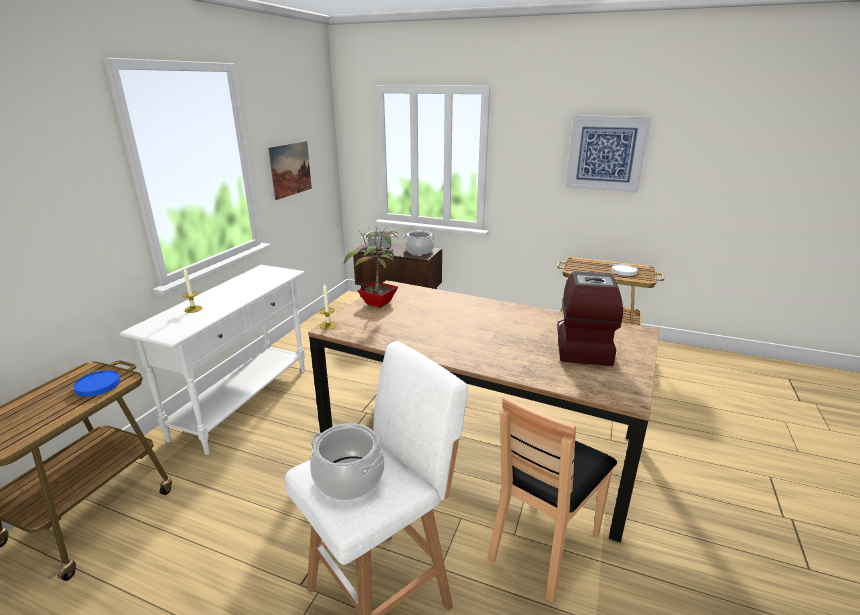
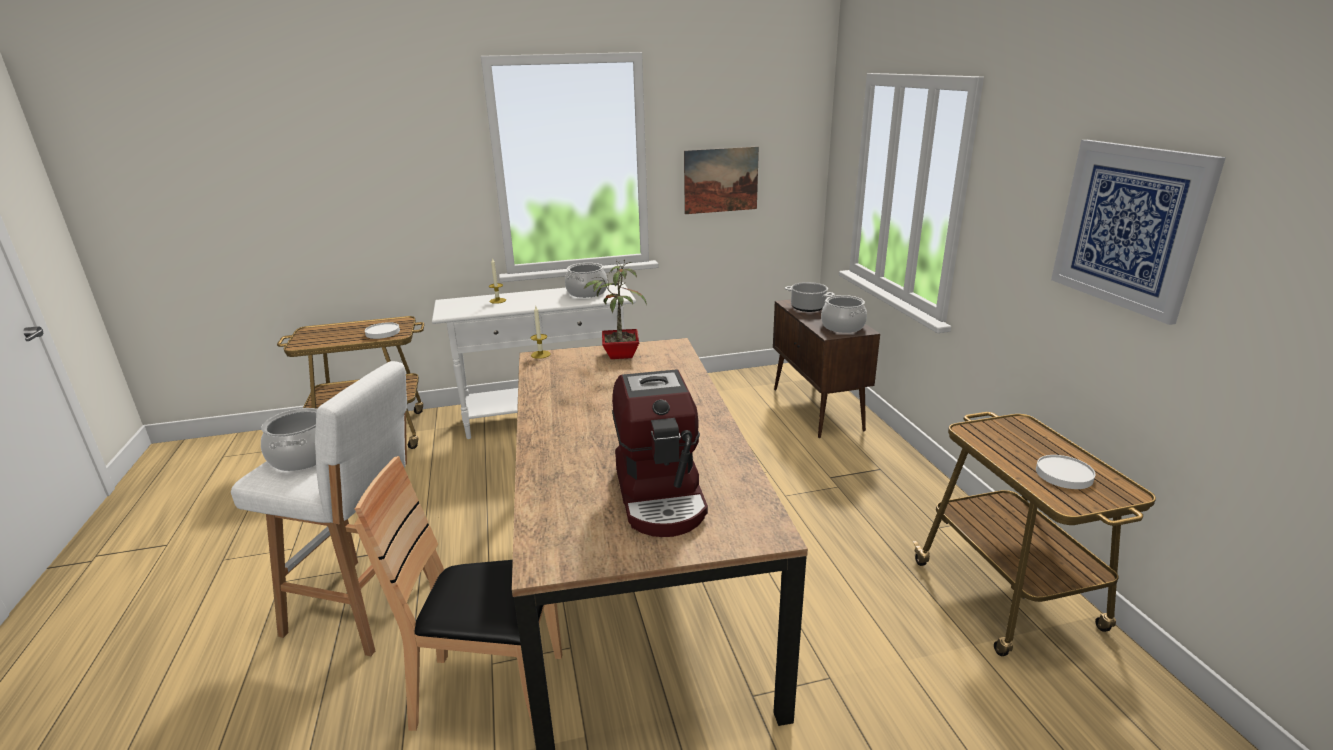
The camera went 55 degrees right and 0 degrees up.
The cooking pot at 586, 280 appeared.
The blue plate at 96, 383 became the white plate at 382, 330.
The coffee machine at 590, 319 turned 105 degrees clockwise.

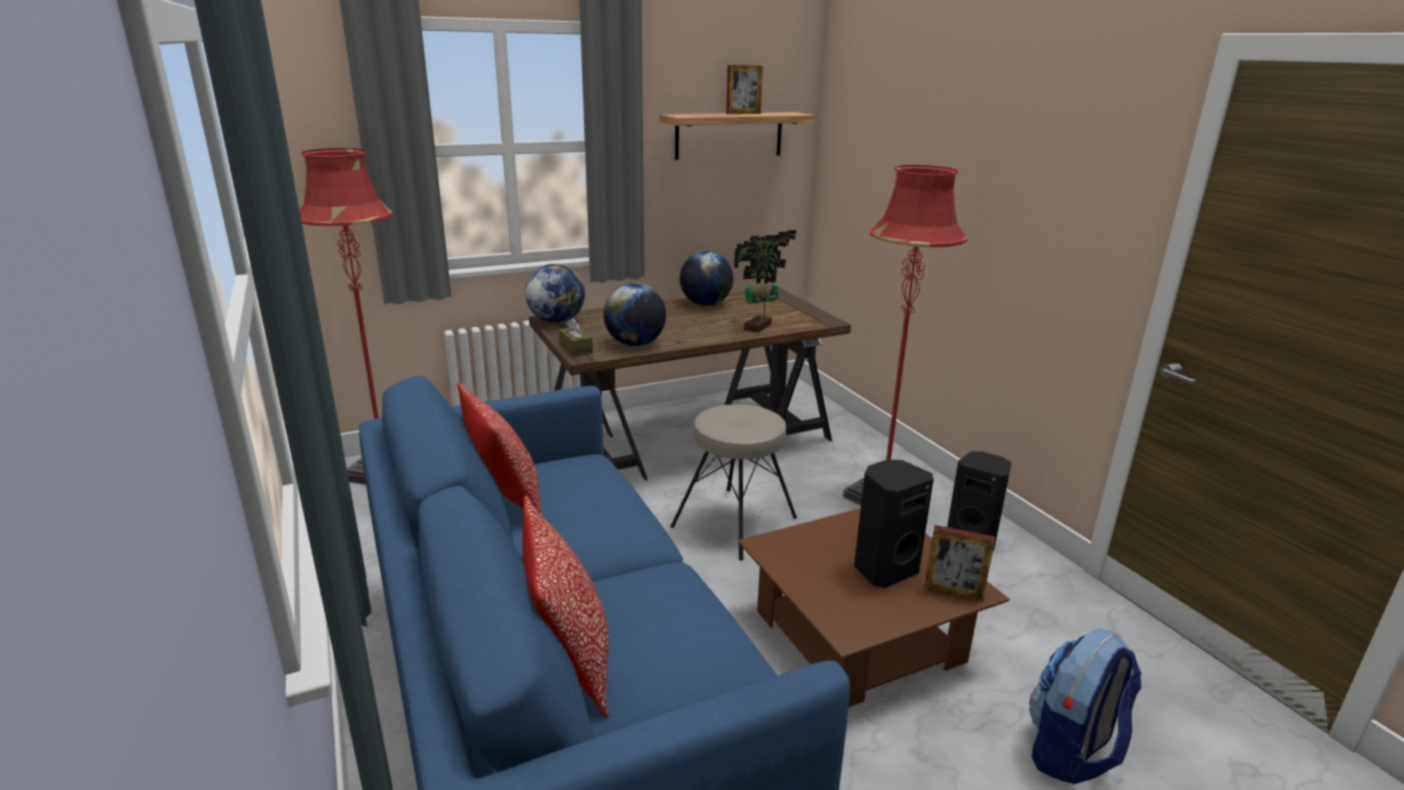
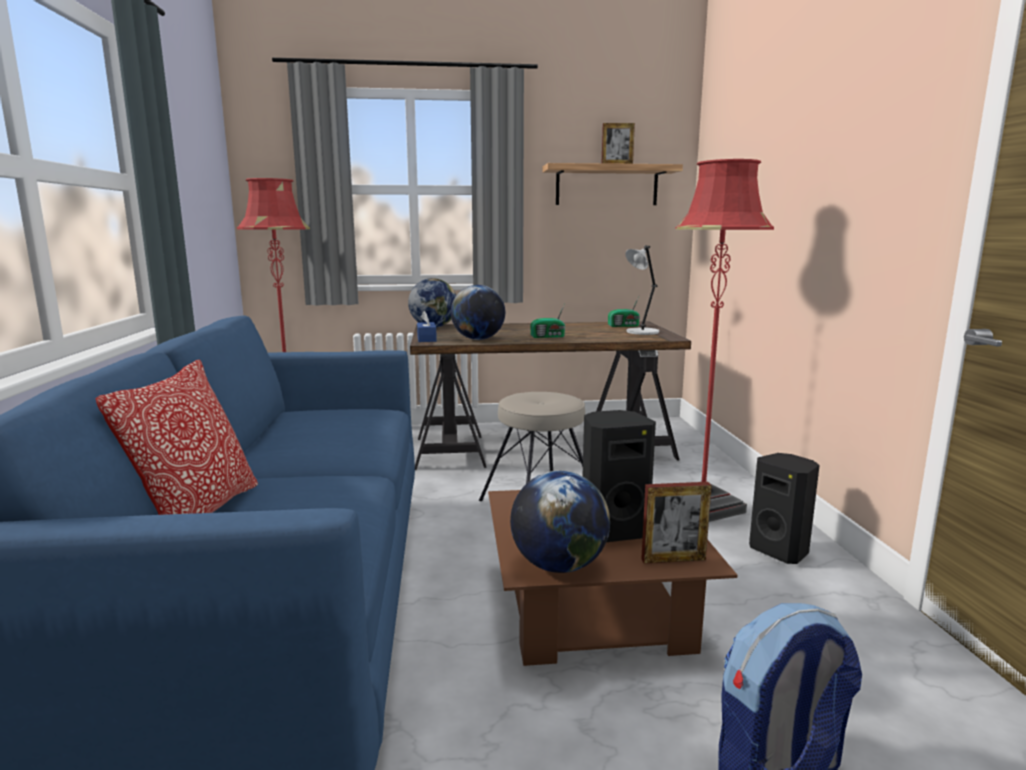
The camera went 20 degrees right and 10 degrees down.
The pillow at 500, 449 disappeared.
The potted plant at 765, 281 disappeared.
The radio at 547, 321 appeared.
The grey table lamp at 642, 290 appeared.
The globe moved from 706, 278 to 560, 522.
The brown tissue box at 576, 337 became the blue tissue box at 427, 326.
The picture frame at 959, 563 turned 45 degrees counterclockwise.

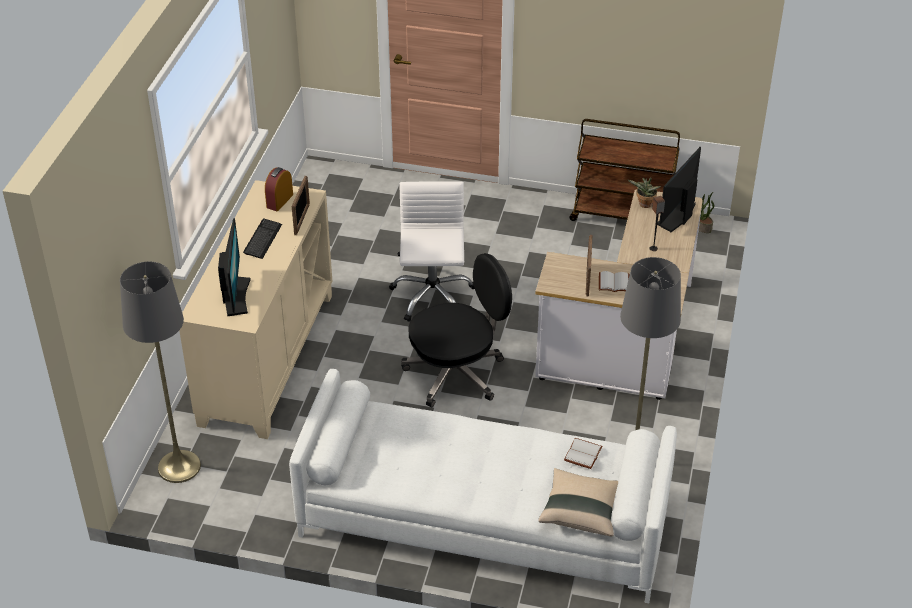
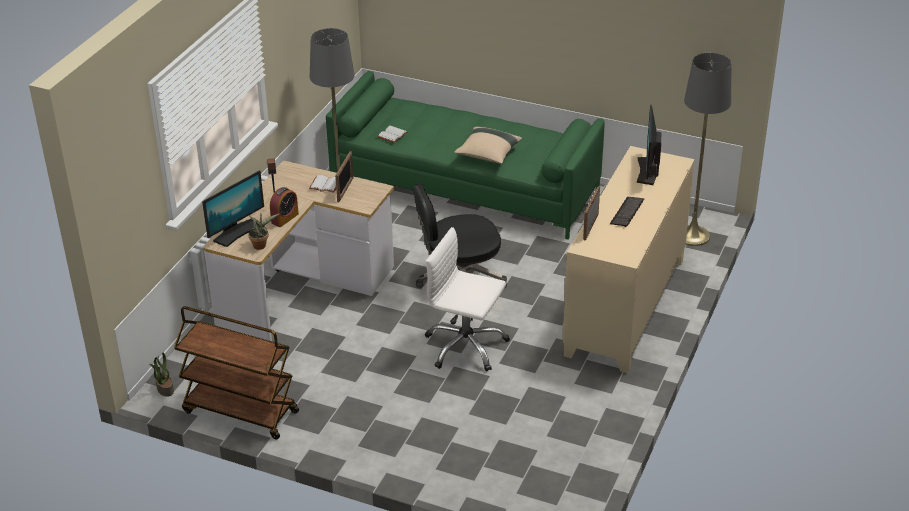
The camera went 170 degrees left and 5 degrees down.
The alarm clock moved from 279, 189 to 284, 207.
The beige pillow moved from 578, 502 to 488, 145.
The white sofa at 483, 486 became the green sofa at 465, 155.
The white office chair at 432, 251 turned 105 degrees clockwise.

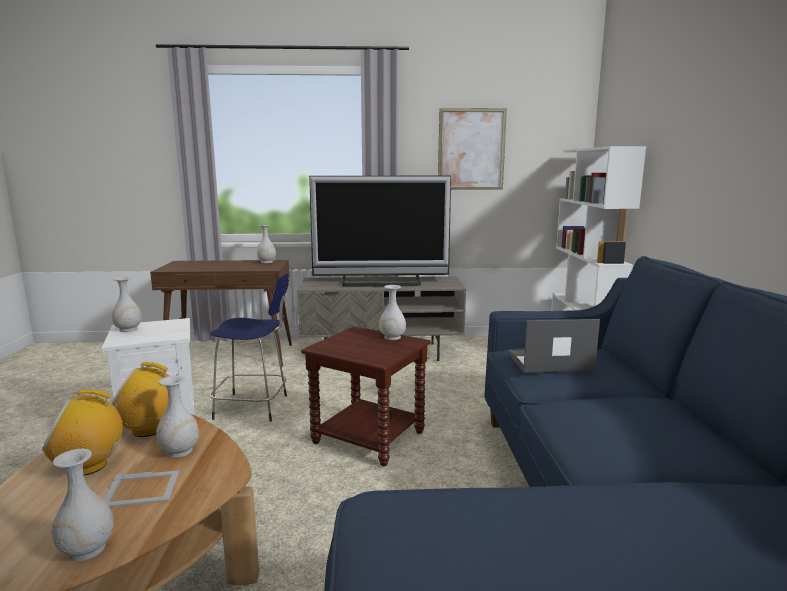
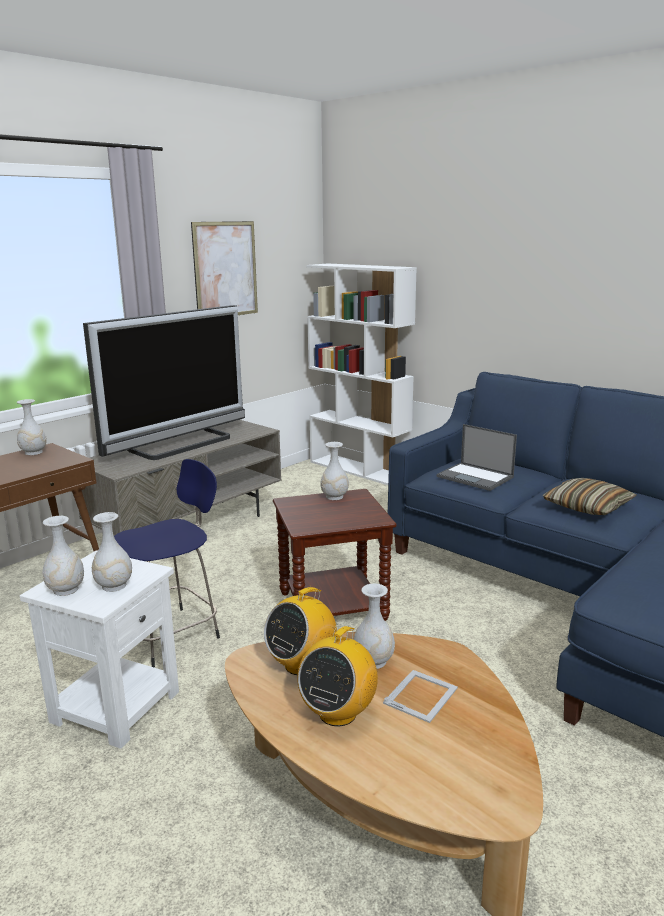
The camera went 45 degrees left and 5 degrees up.
The pillow at 590, 496 appeared.
The white vase moved from 83, 505 to 112, 552.
The laptop at 554, 346 turned 90 degrees counterclockwise.

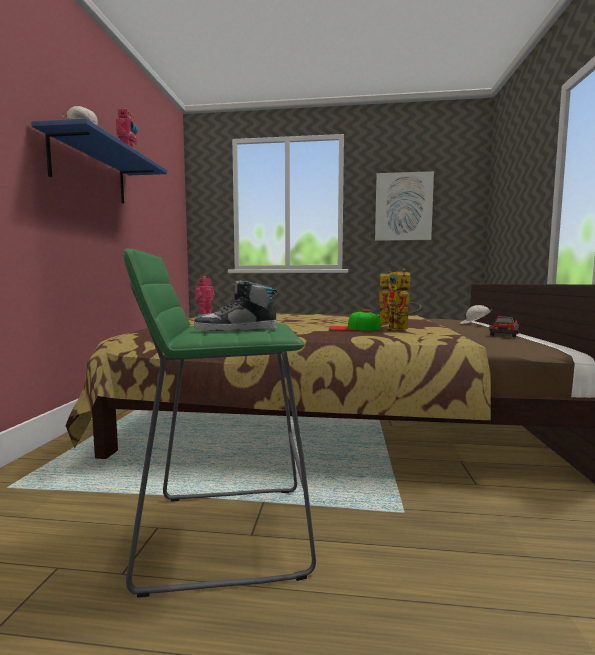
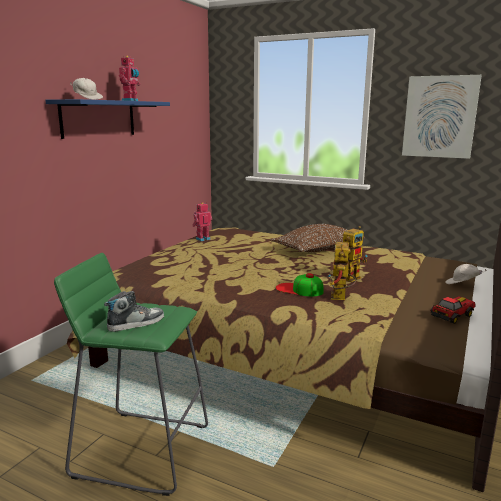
The camera went 20 degrees right and 10 degrees up.
The brown pillow at 317, 238 appeared.
The shoe at 236, 305 turned 135 degrees clockwise.

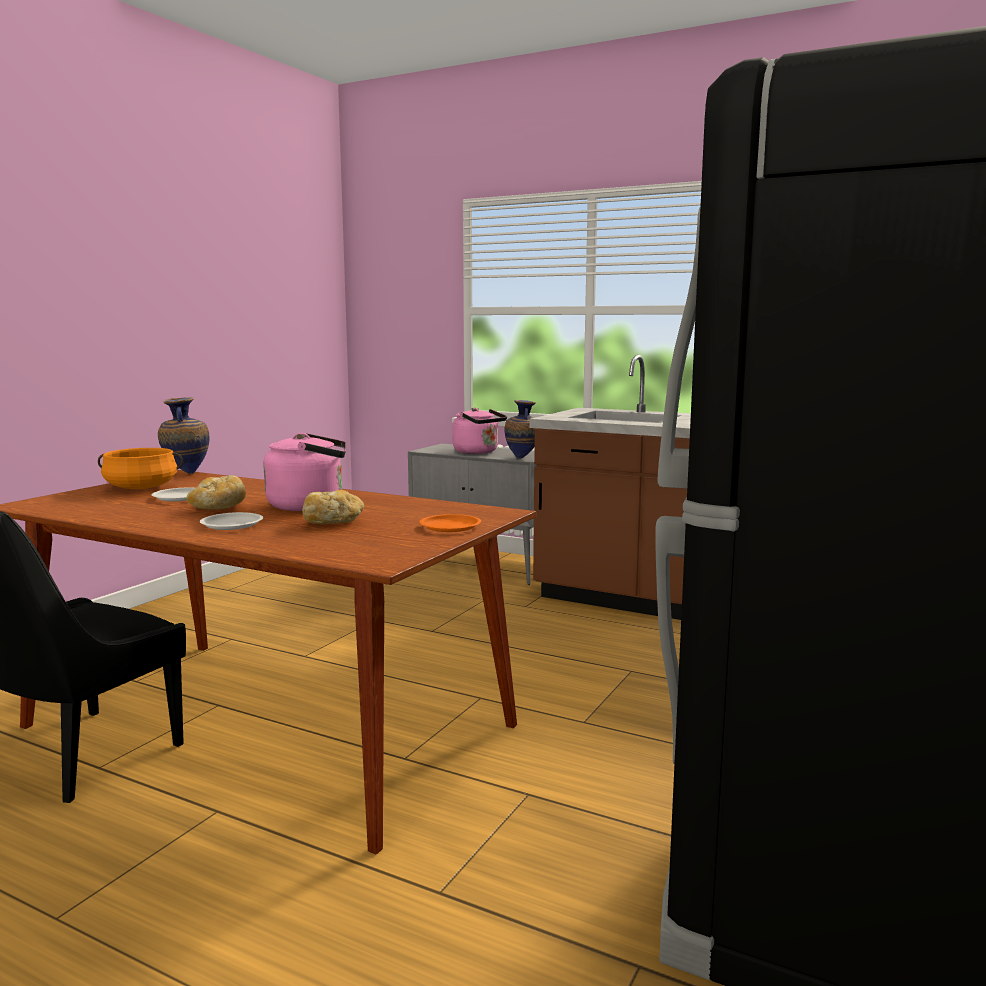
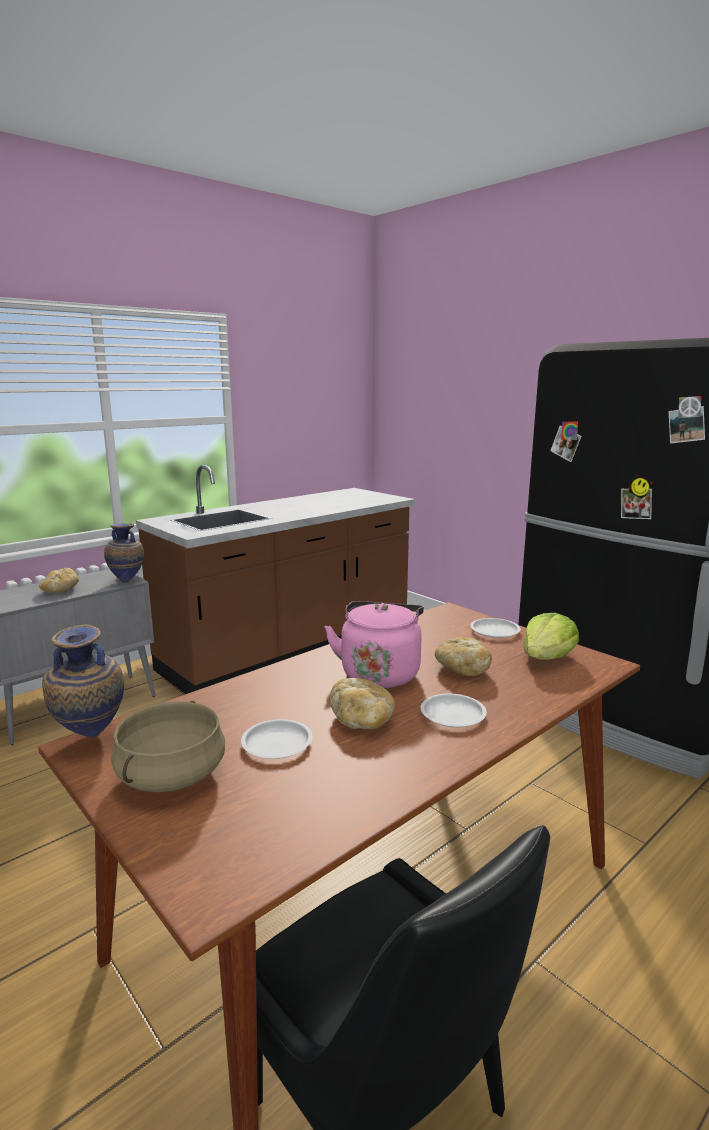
The camera went 70 degrees left and 5 degrees up.
The lettuce at 551, 636 appeared.
The pink kettle at 479, 430 was replaced by the bread at 59, 580.
The orange cooking pot at 140, 468 became the beige cooking pot at 168, 746.
The orange plate at 450, 523 became the white plate at 496, 628.

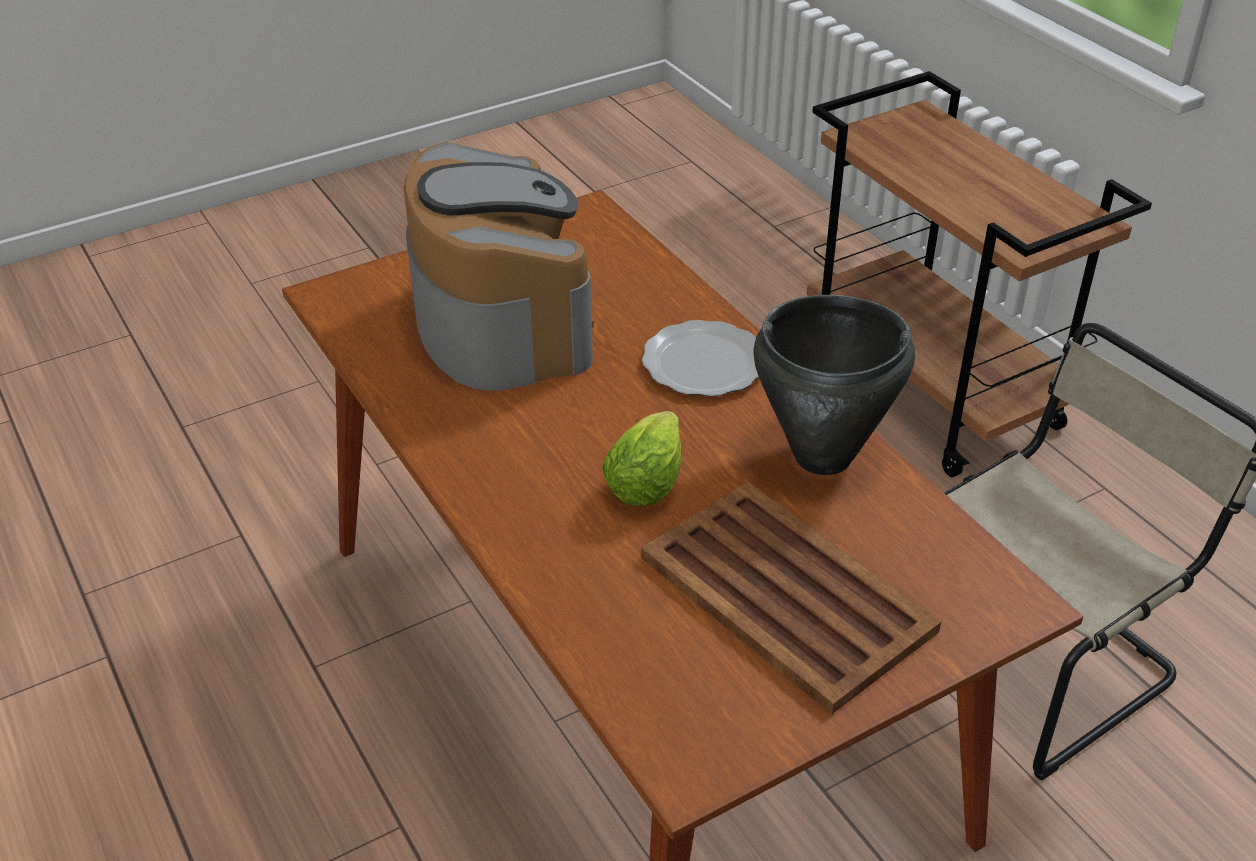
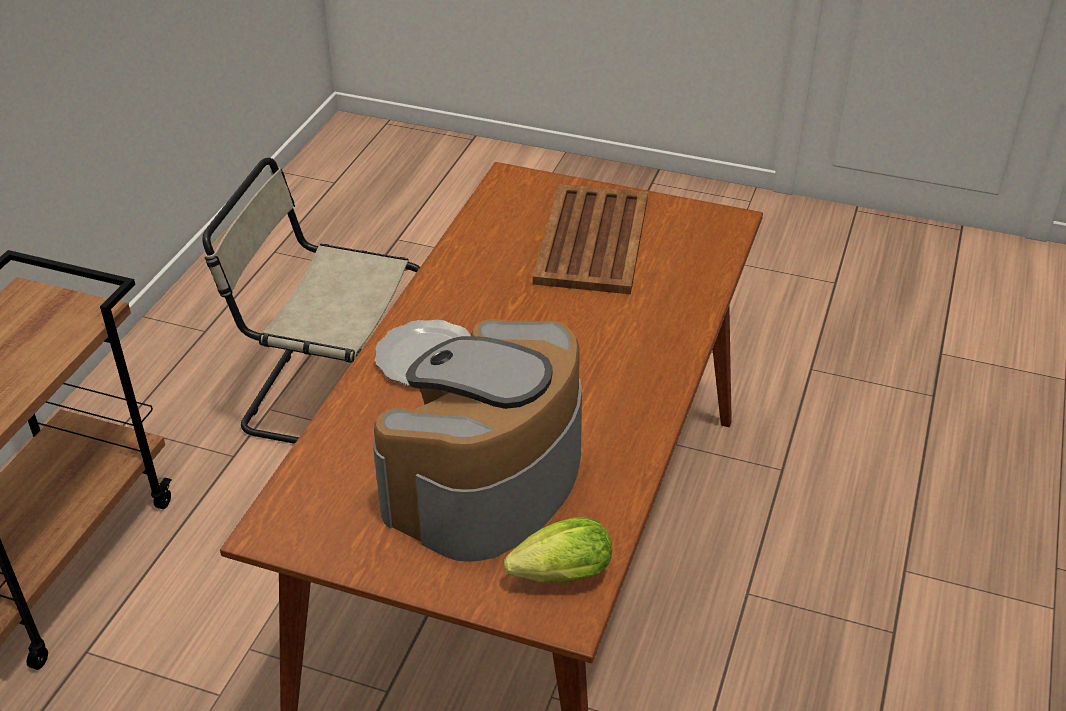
The camera went 130 degrees left and 0 degrees up.
The black cooking pot at 834, 385 disappeared.
The lettuce moved from 641, 458 to 558, 549.

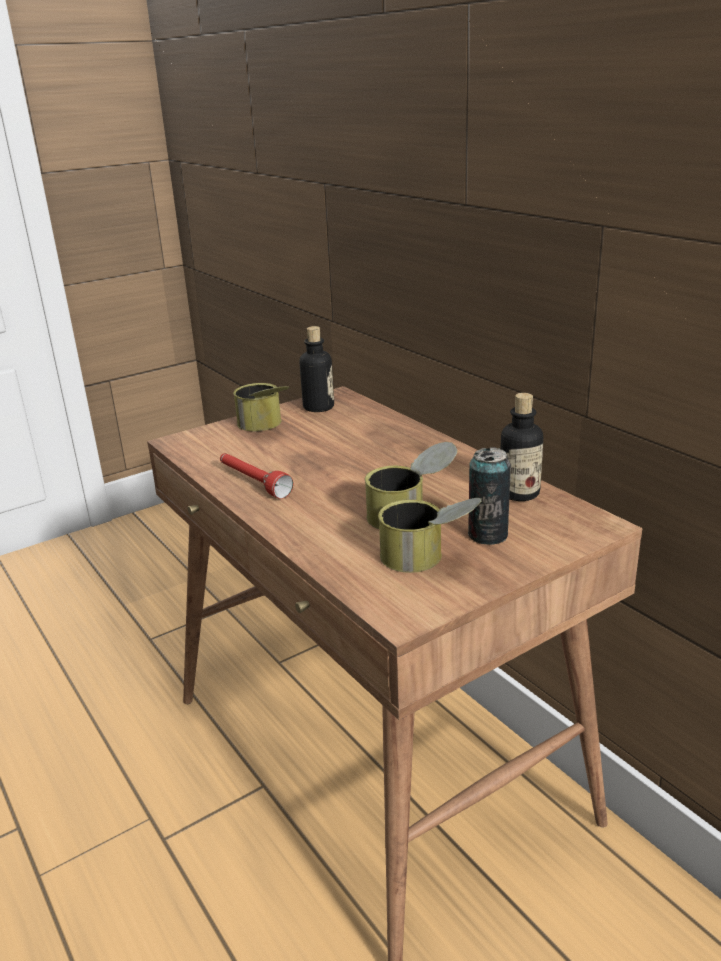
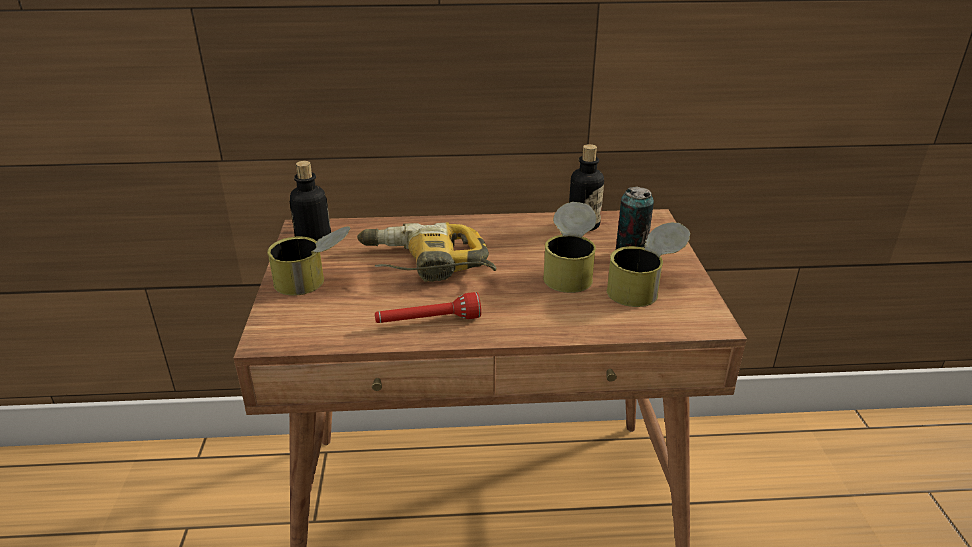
The camera went 60 degrees left and 5 degrees up.
The power drill at 427, 252 appeared.

